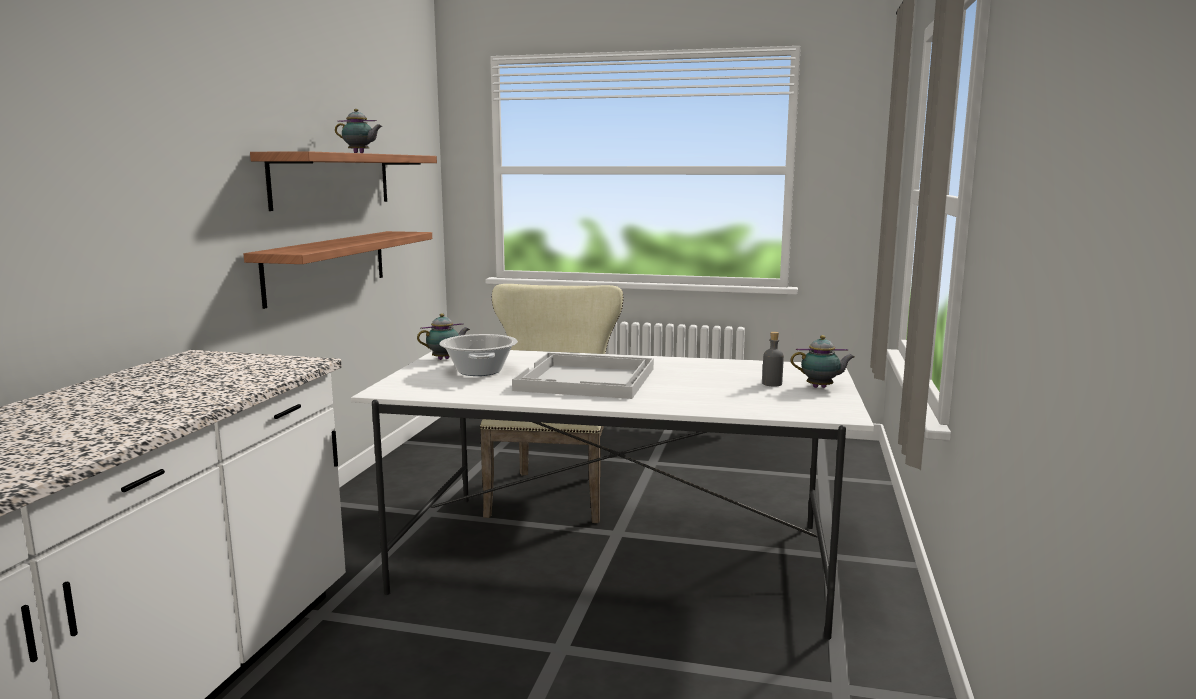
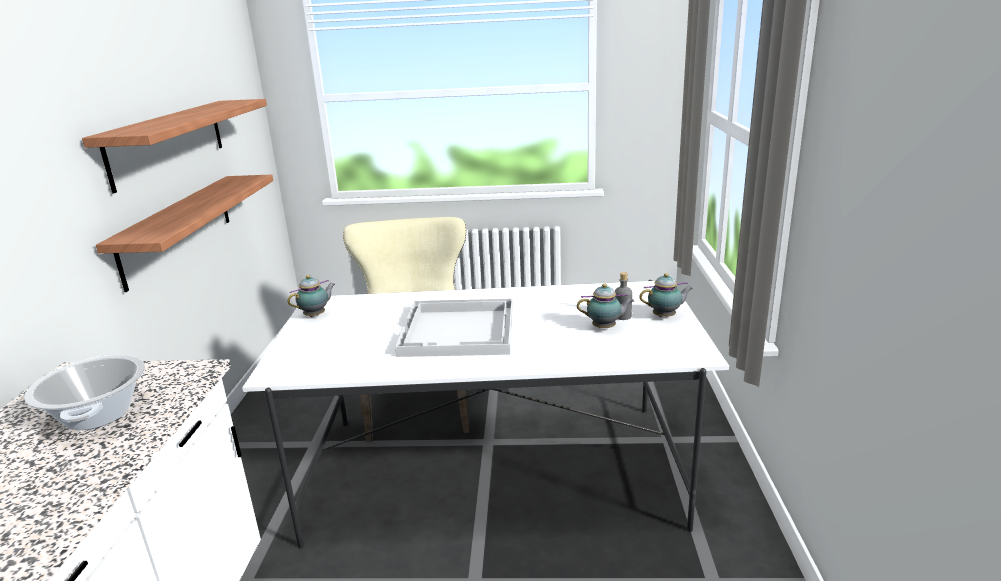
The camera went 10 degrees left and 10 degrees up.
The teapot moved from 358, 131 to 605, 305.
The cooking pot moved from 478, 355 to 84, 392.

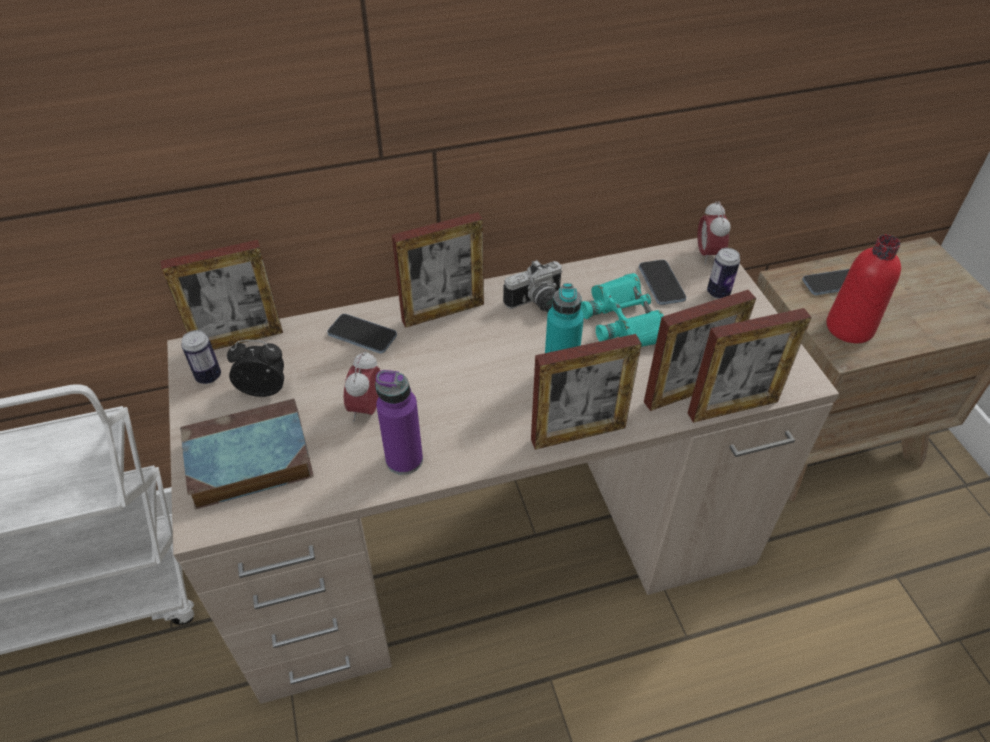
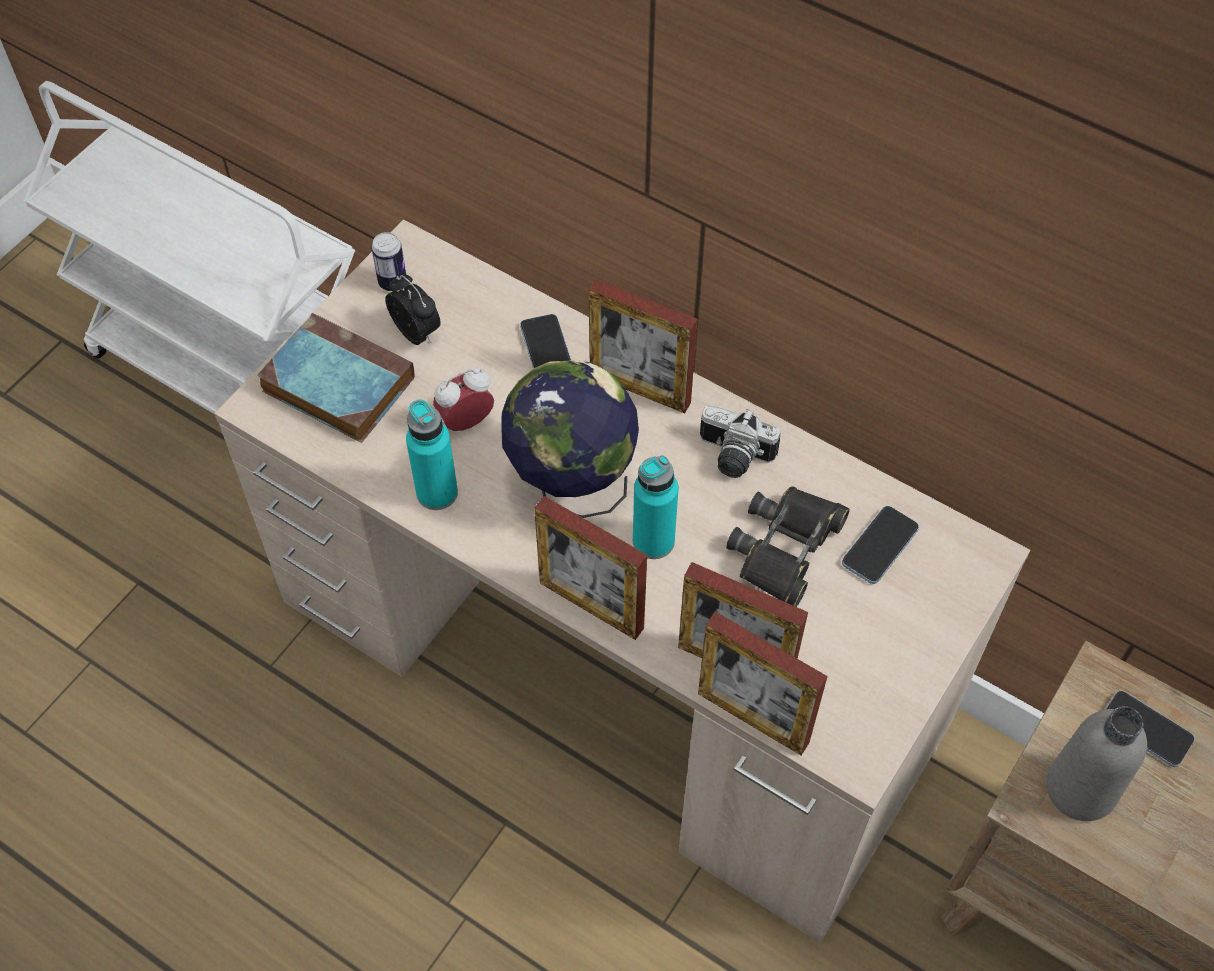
The camera went 50 degrees right and 10 degrees up.
The picture frame at 221, 295 disappeared.
The alarm clock at 714, 232 disappeared.
The can at 723, 273 disappeared.
The globe at 570, 439 appeared.
The purple bottle at 399, 422 became the turquoise bottle at 432, 454.
The turquoise binoculars at 622, 310 became the black binoculars at 788, 546.
The red bottle at 863, 288 became the grey bottle at 1096, 763.

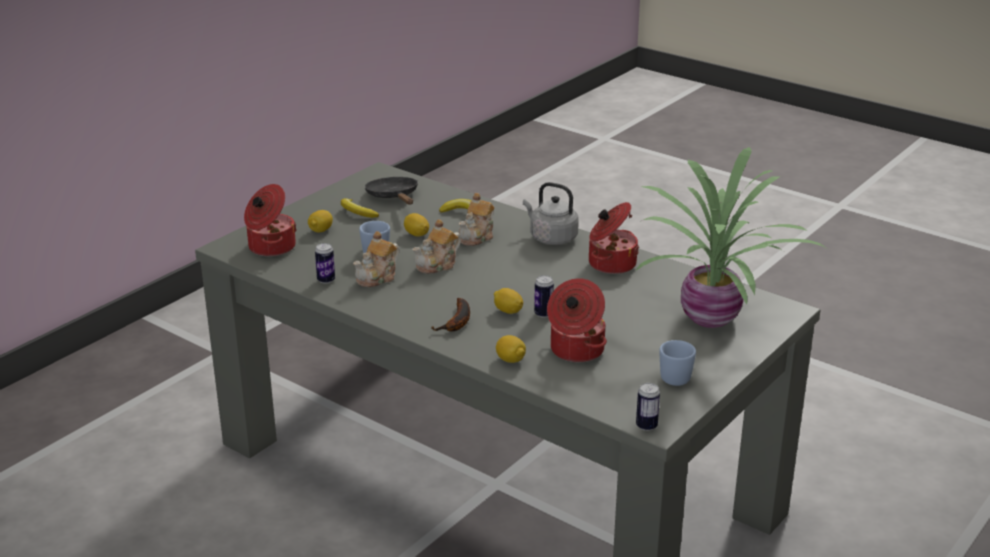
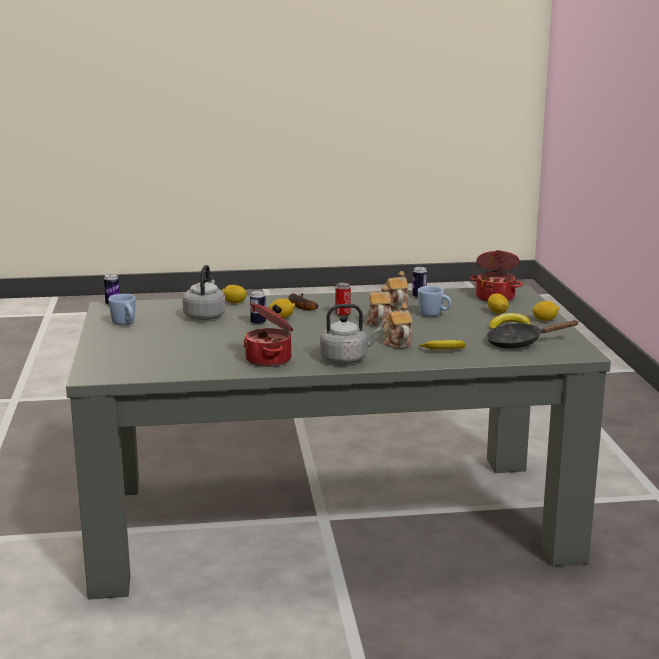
The camera went 135 degrees right and 10 degrees down.
The potted plant at 731, 237 disappeared.
The can at 343, 300 appeared.
The lemon moved from 416, 225 to 545, 311.
The cooking pot at 577, 320 was replaced by the grey kettle at 204, 292.
The black frying pan at 391, 190 turned 150 degrees clockwise.

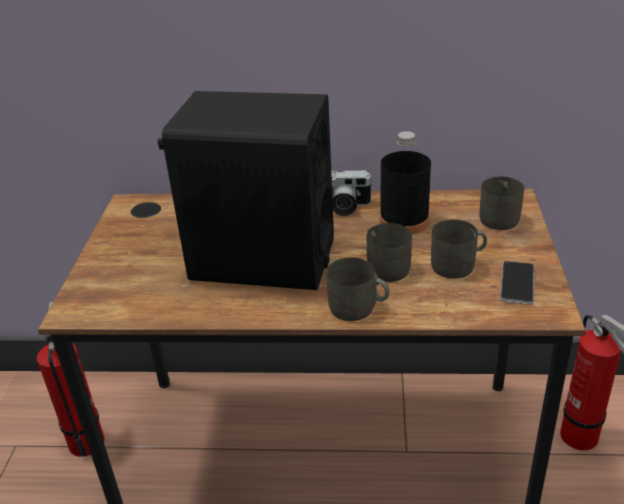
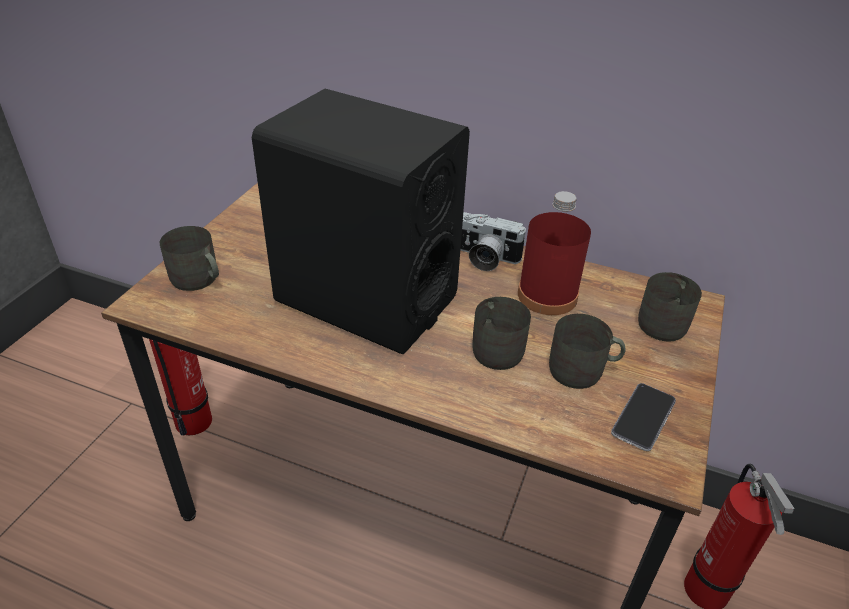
The camera went 15 degrees right and 5 degrees up.
The grey mug moved from 358, 289 to 189, 258.
The black bottle at 405, 182 became the red bottle at 554, 253.

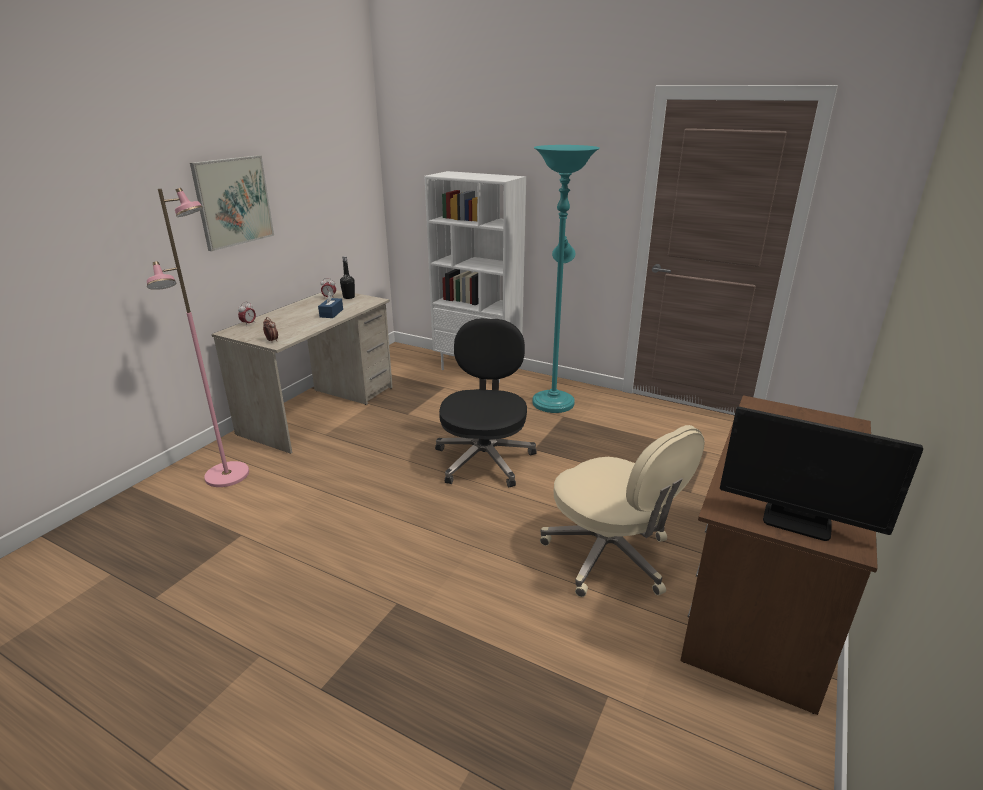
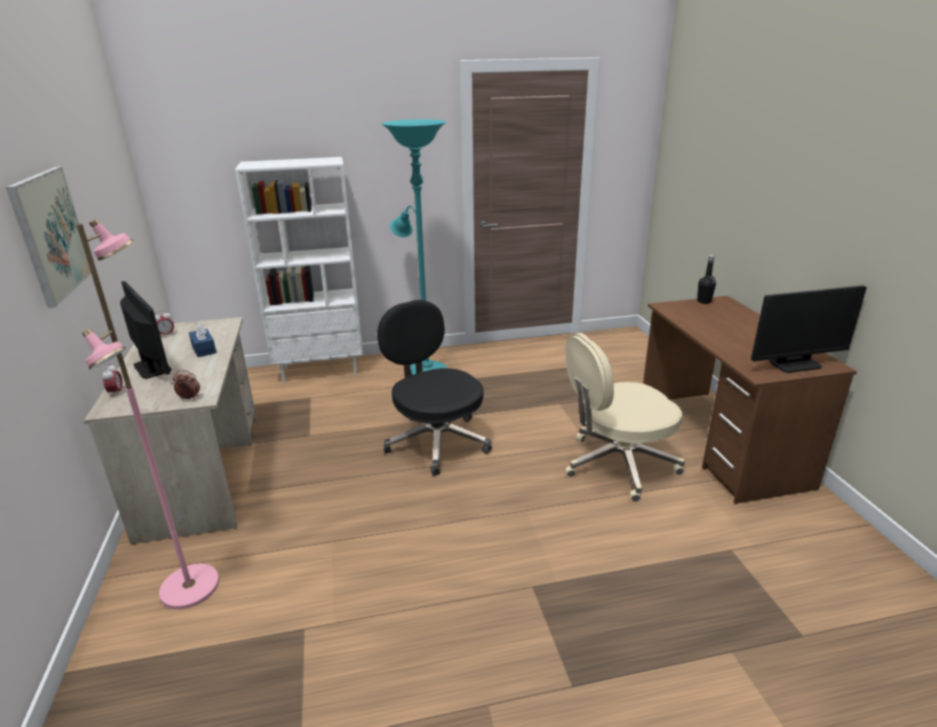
The camera went 40 degrees left and 0 degrees up.
The monitor at 146, 330 appeared.
The black bottle moved from 347, 277 to 706, 279.
The beige office chair at 622, 511 turned 150 degrees clockwise.

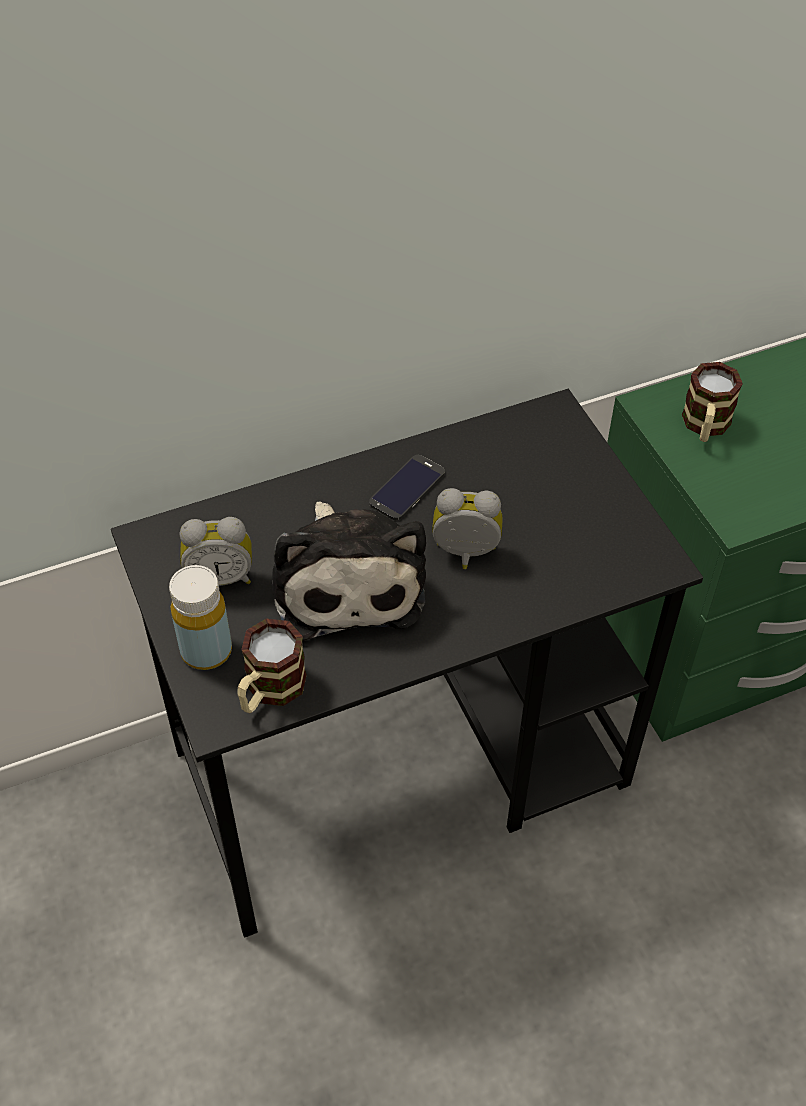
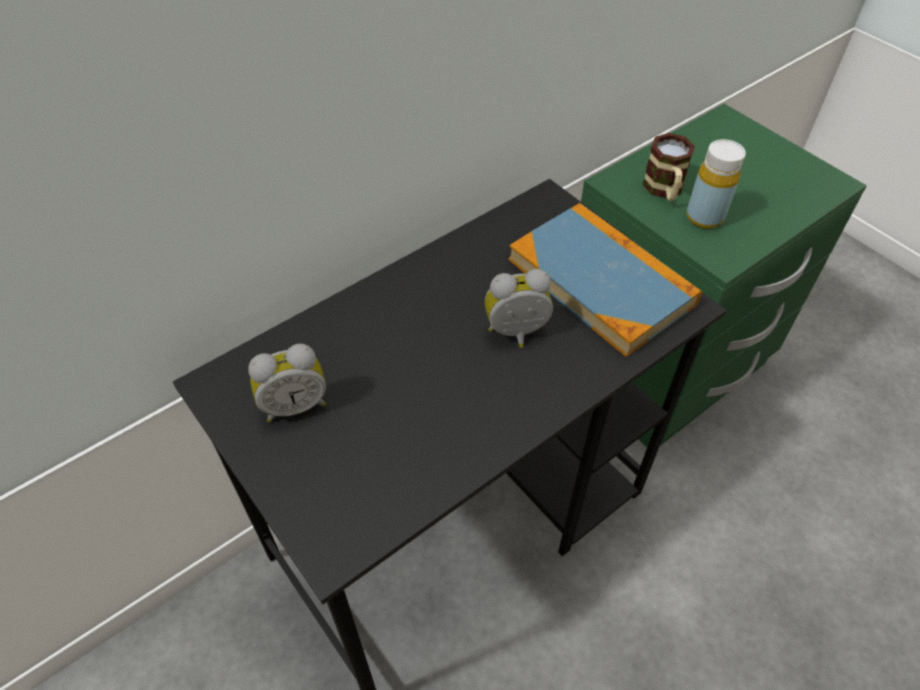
The camera went 15 degrees left and 0 degrees up.
The mug at 272, 666 disappeared.
The plush toy at 349, 571 disappeared.
The phone at 407, 487 disappeared.
The book at 605, 280 appeared.
The yellow bottle moved from 200, 617 to 716, 184.

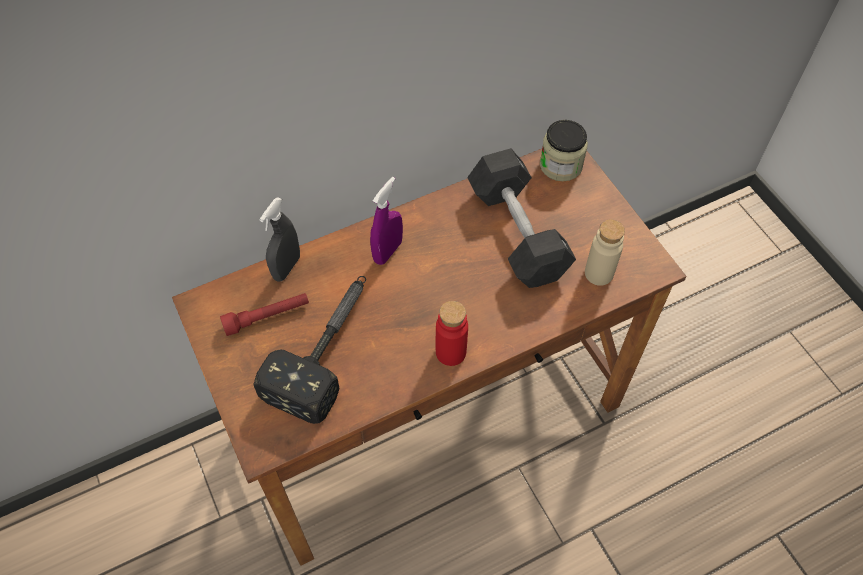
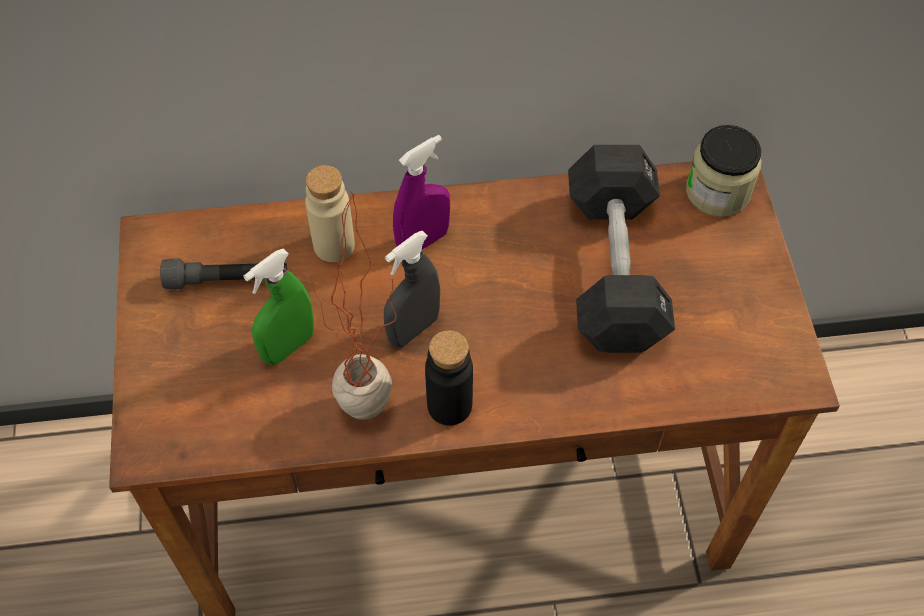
The camera went 20 degrees right and 0 degrees up.
The potted plant at 354, 306 appeared.
The grey spray bottle moved from 280, 239 to 412, 289.
The beige bottle moved from 605, 252 to 330, 213.
The hammer at 310, 350 was replaced by the green spray bottle at 278, 307.
The red flashlight at 264, 314 became the grey flashlight at 223, 273.
The red bottle at 452, 333 became the black bottle at 449, 377.

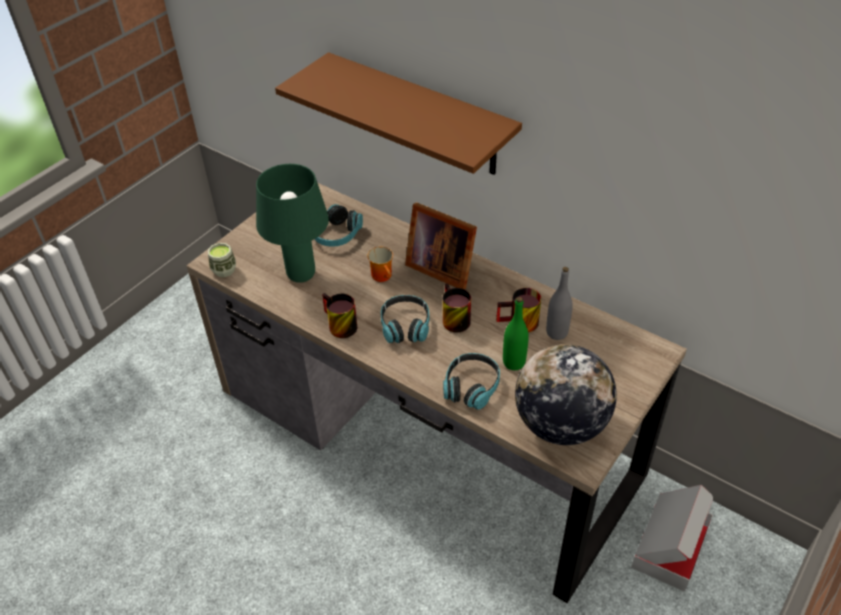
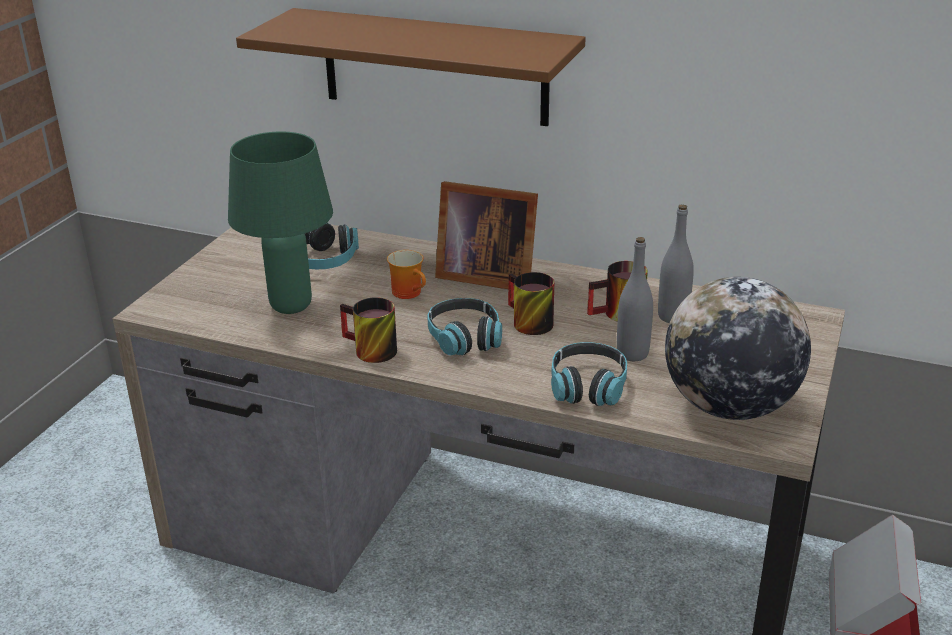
The camera went 15 degrees left and 15 degrees down.
The cup at 222, 260 disappeared.
The green bottle at 516, 333 became the grey bottle at 635, 299.

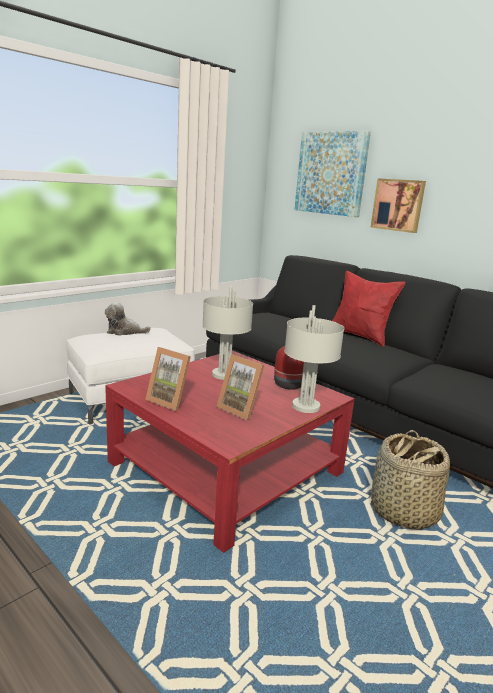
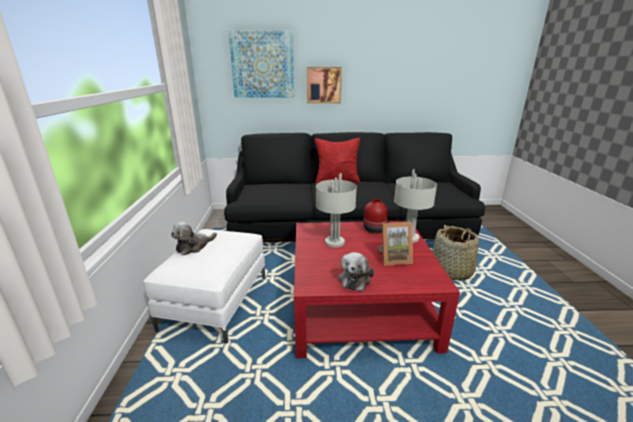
The camera went 45 degrees left and 5 degrees up.
The picture frame at 168, 379 was replaced by the plush toy at 356, 271.

